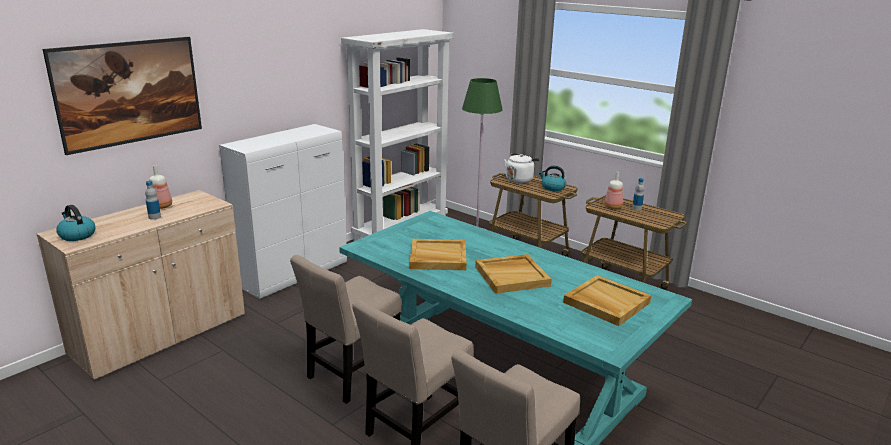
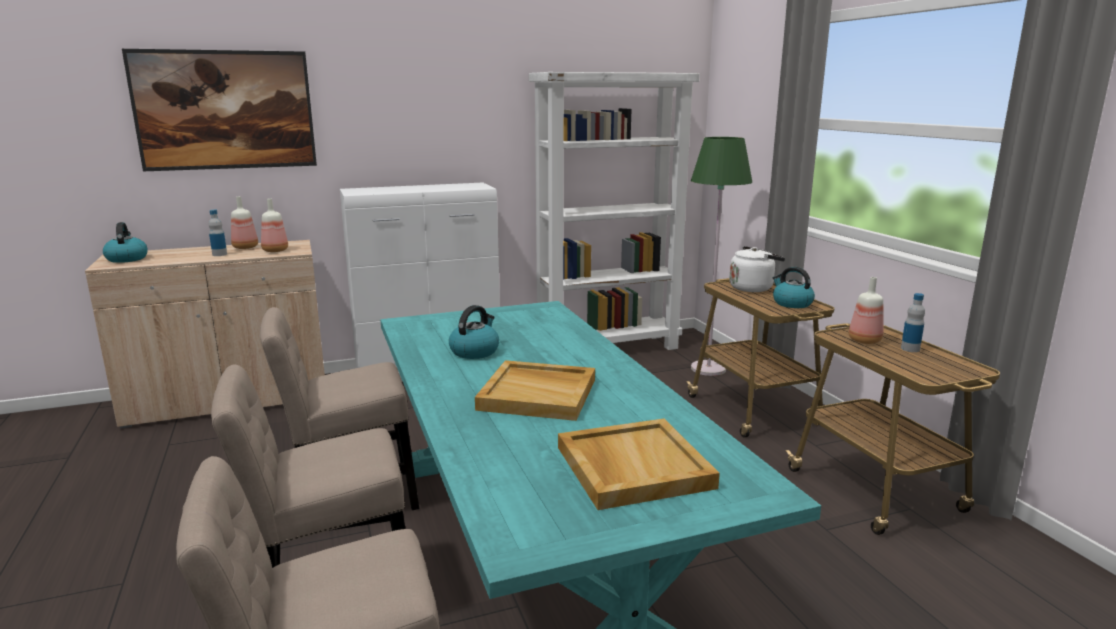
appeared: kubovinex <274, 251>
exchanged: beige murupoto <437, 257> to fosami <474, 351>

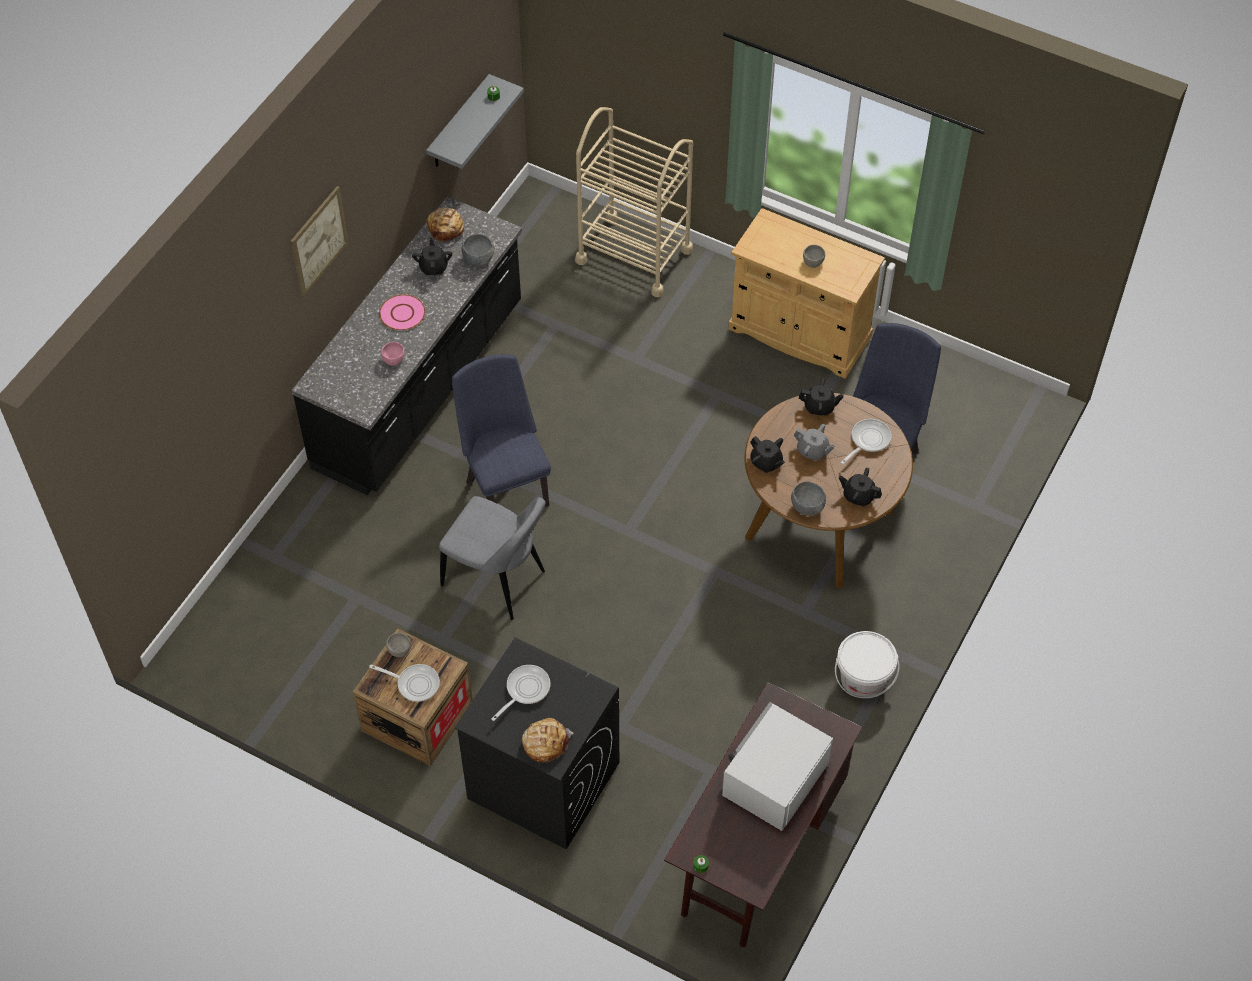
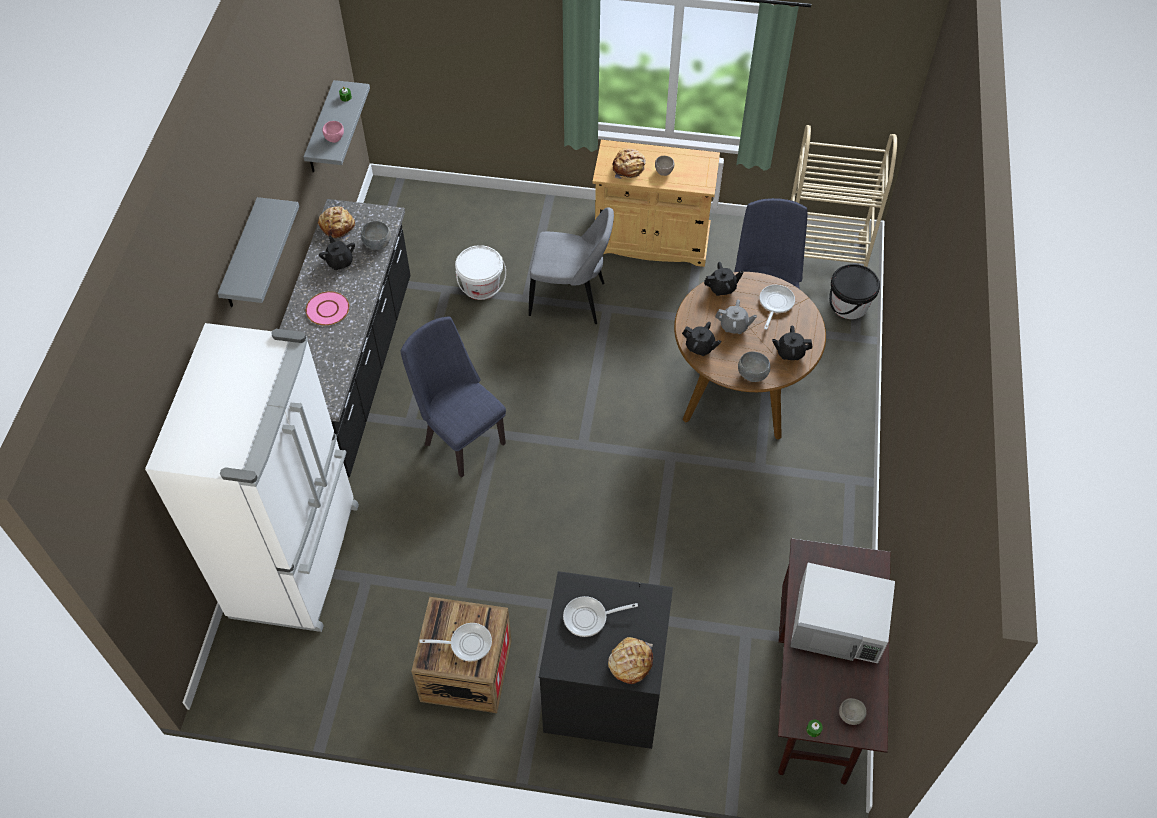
appeared: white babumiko <298, 560>; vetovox <629, 168>; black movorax <849, 305>
relocated: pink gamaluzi <393, 359> to <334, 138>; grey gamaluzi <399, 650> to <850, 715>; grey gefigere <497, 580> to <571, 300>; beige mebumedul <634, 255> to <823, 254>; white movorax <863, 678> to <481, 286>
exchanged: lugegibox <319, 241> to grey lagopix <241, 256>
spun: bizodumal <525, 690> = <589, 618> 120 degrees counterclockwise; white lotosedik <774, 779> = <838, 624> 90 degrees counterclockwise

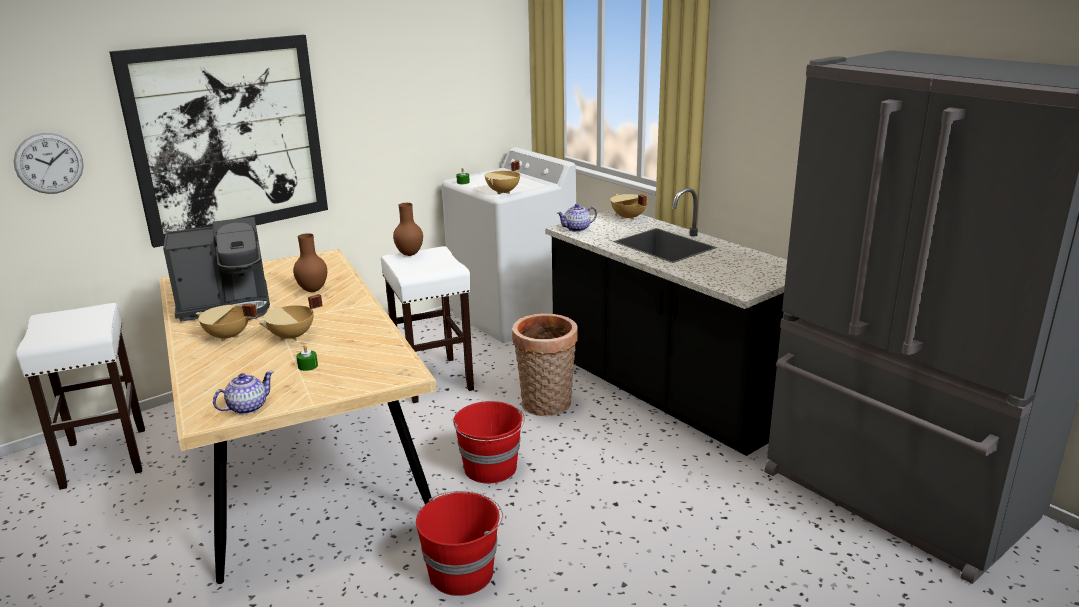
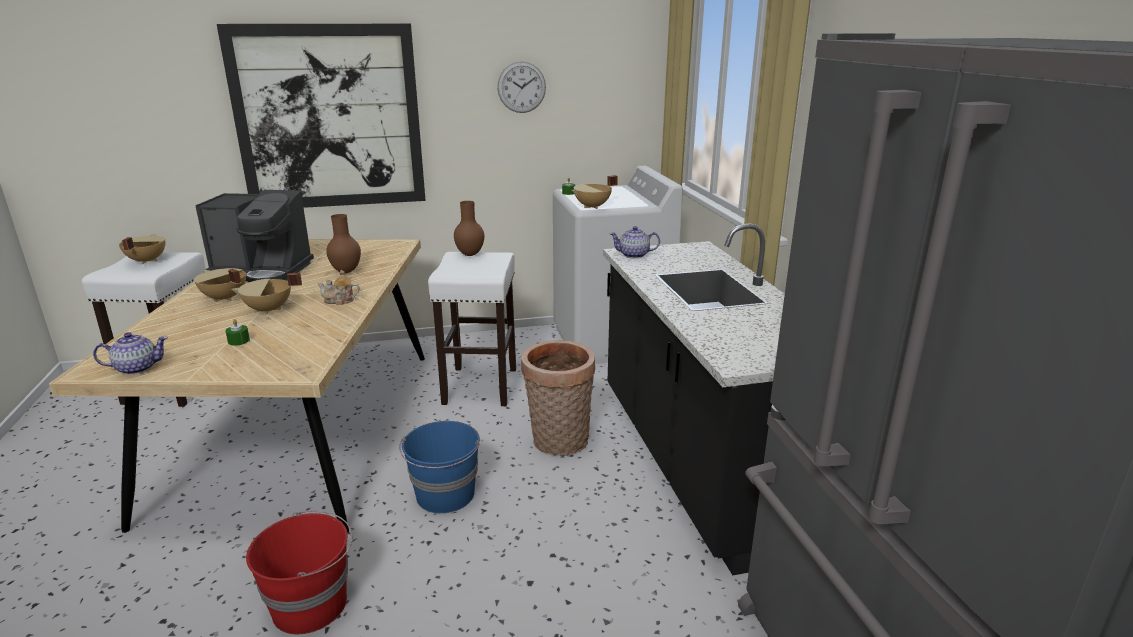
appeared: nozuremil <340, 301>
relocated: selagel <49, 163> to <521, 87>; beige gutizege <628, 217> to <146, 261>
colour: red movorax <491, 468> to blue movorax <445, 495>

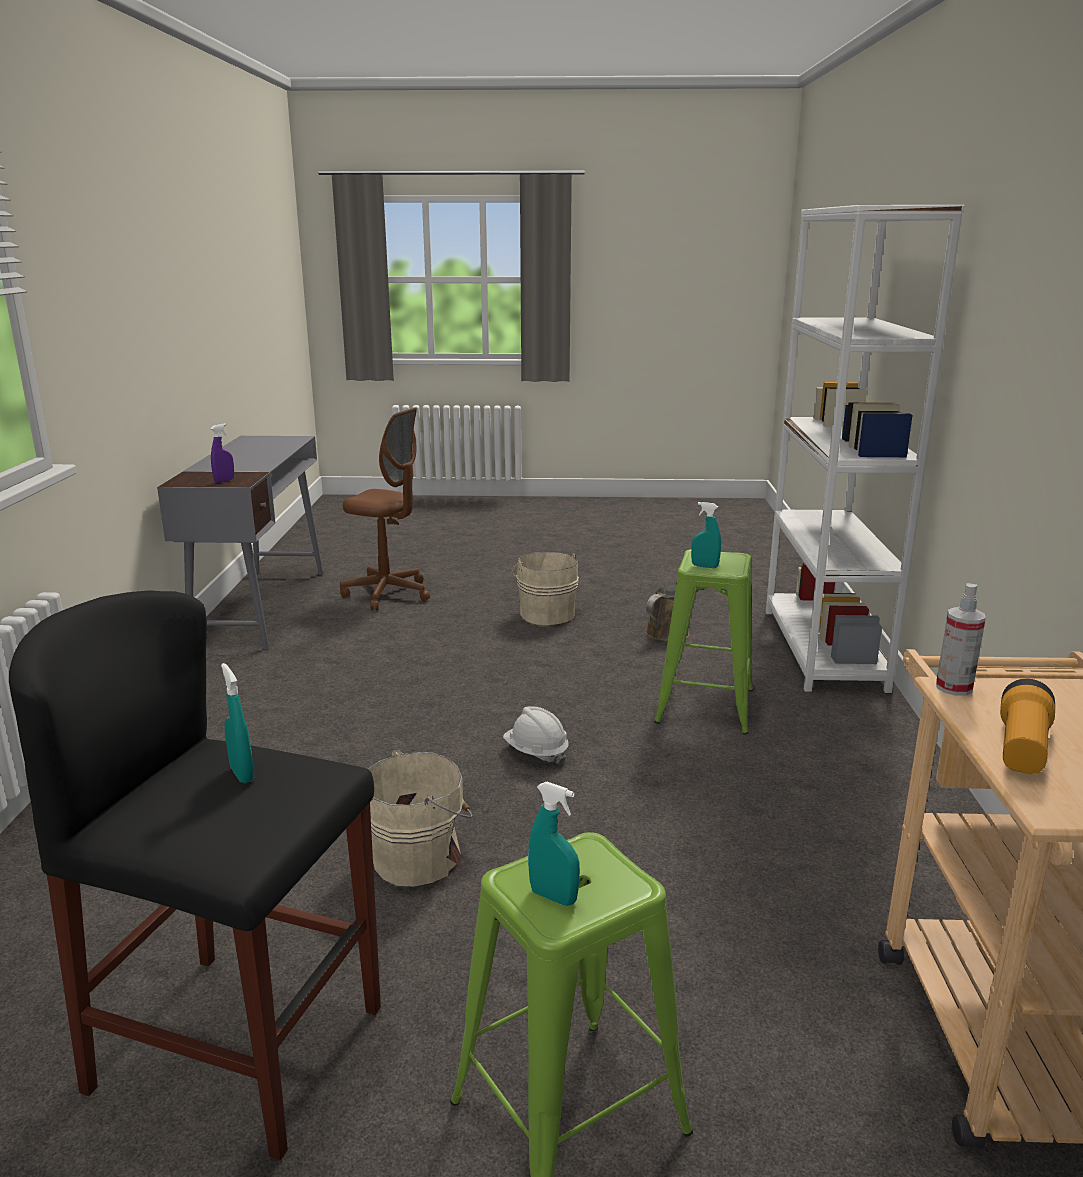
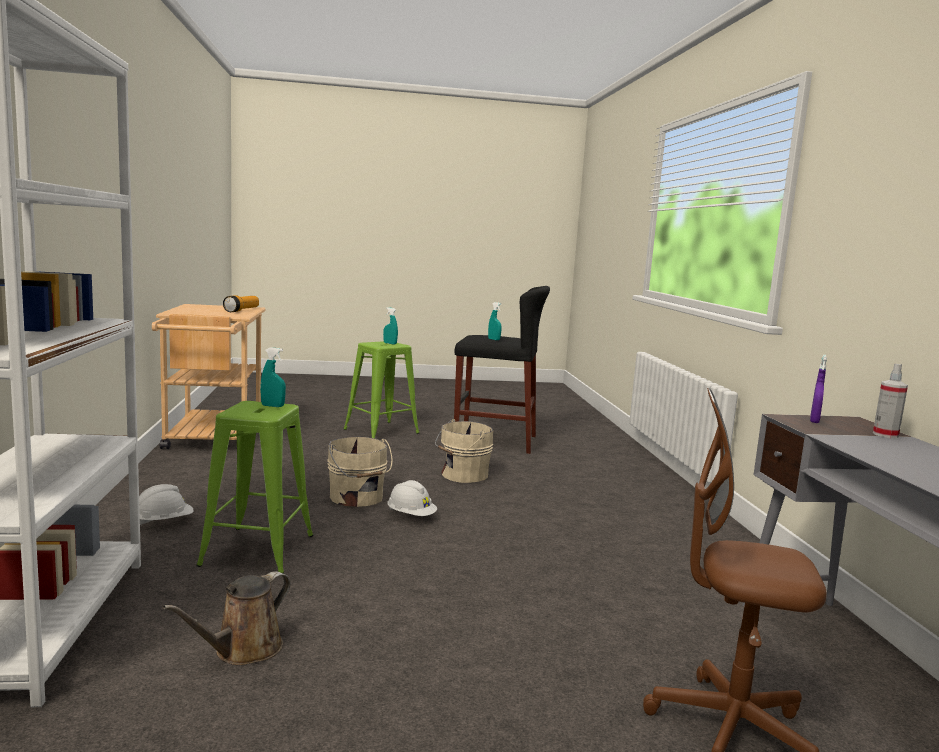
appeared: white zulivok <163, 522>
relocated: beige movorax <546, 613> to <357, 498>; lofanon <953, 688> to <885, 435>

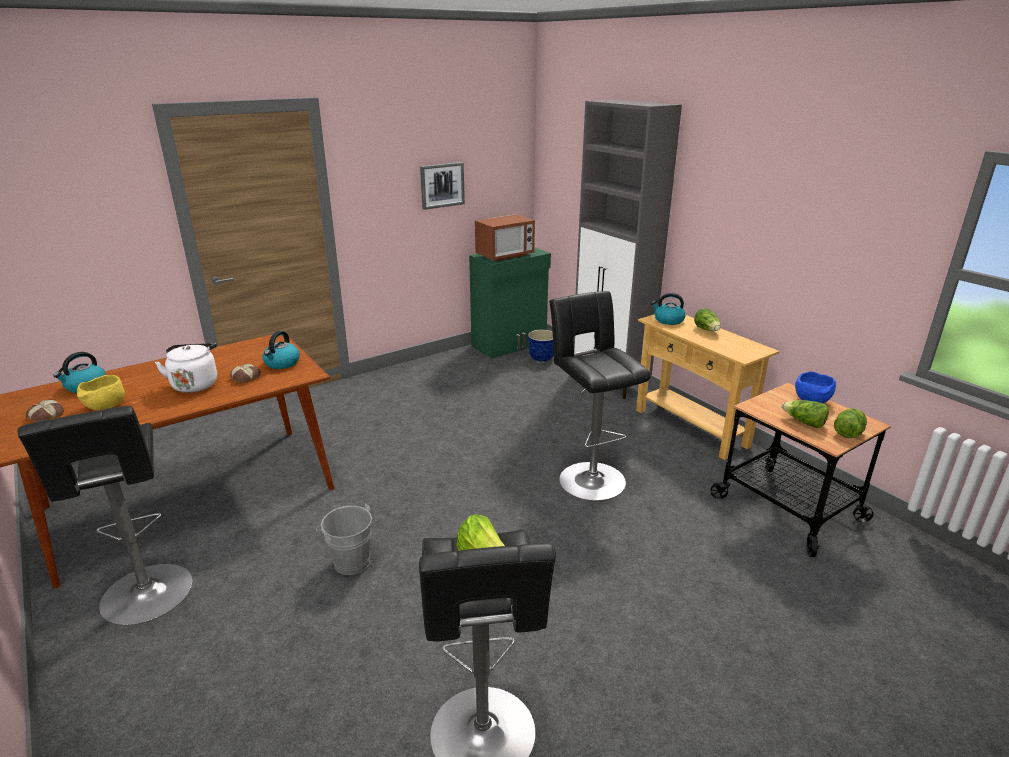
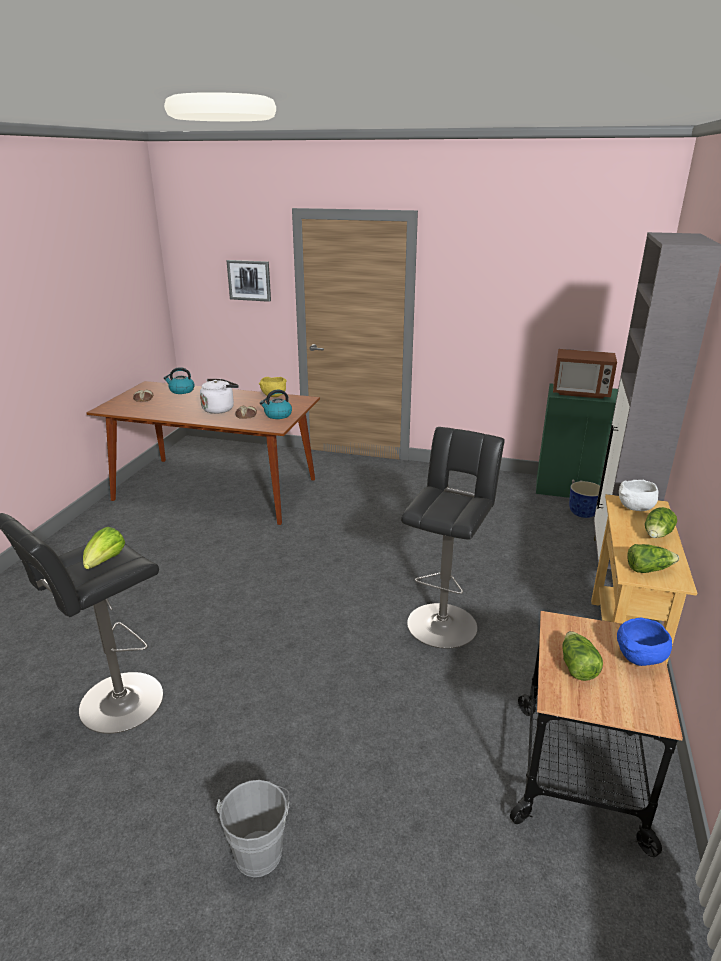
missing: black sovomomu <147, 597>
relocated: yellow gamaluzi <106, 407> to <273, 396>; grey movorax <349, 560> to <259, 848>; lugegibox <442, 185> to <249, 280>; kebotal <848, 431> to <648, 569>
exchanged: fosami <668, 320> to white gamaluzi <634, 508>

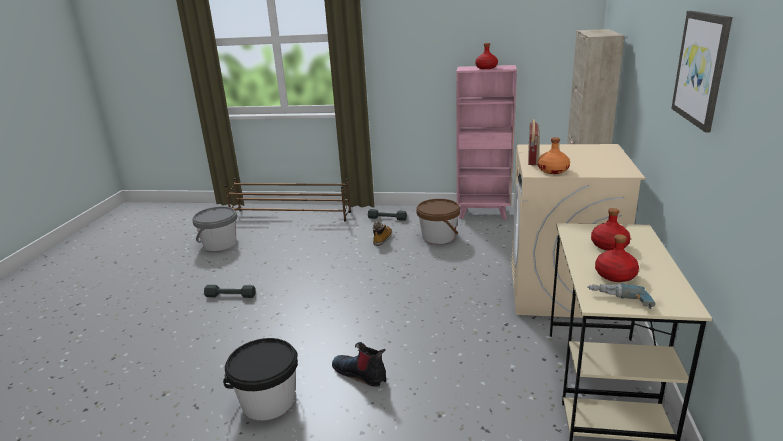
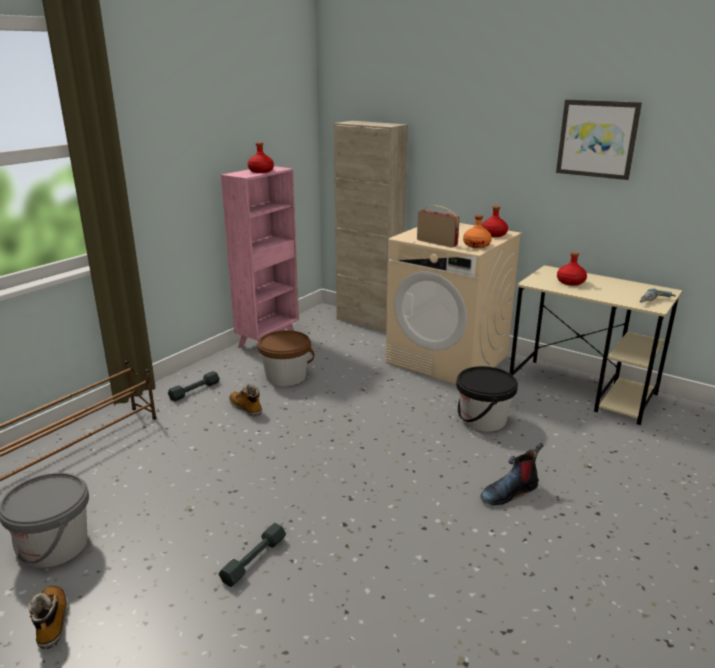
appeared: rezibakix <52, 622>
relocated: black movorax <268, 401> to <483, 419>; red kubovinex <615, 275> to <494, 235>

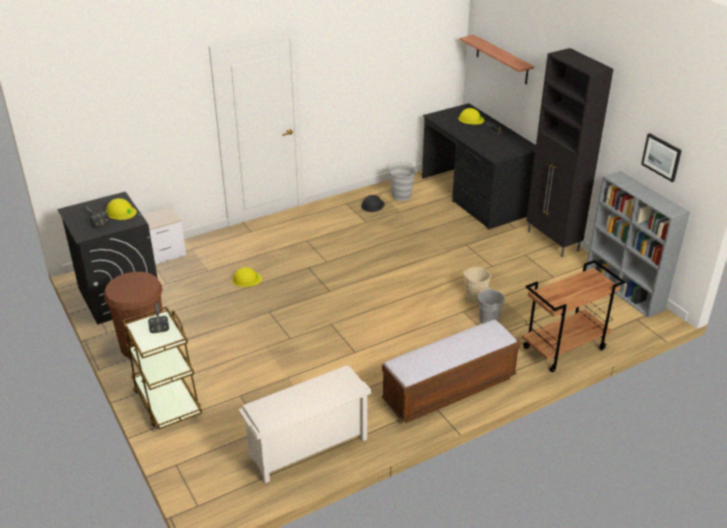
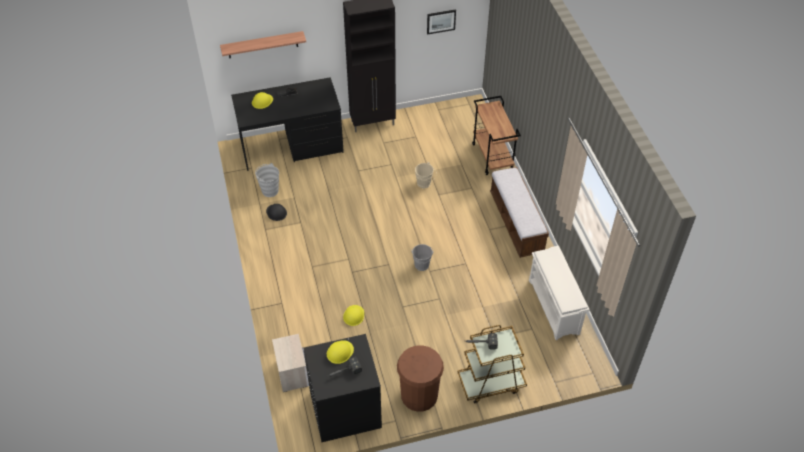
missing: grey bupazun <624, 290>
relocated: grey movorax <491, 319> to <422, 263>

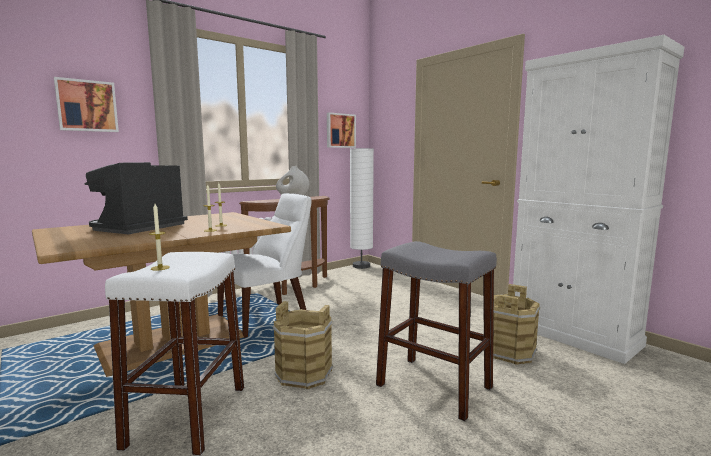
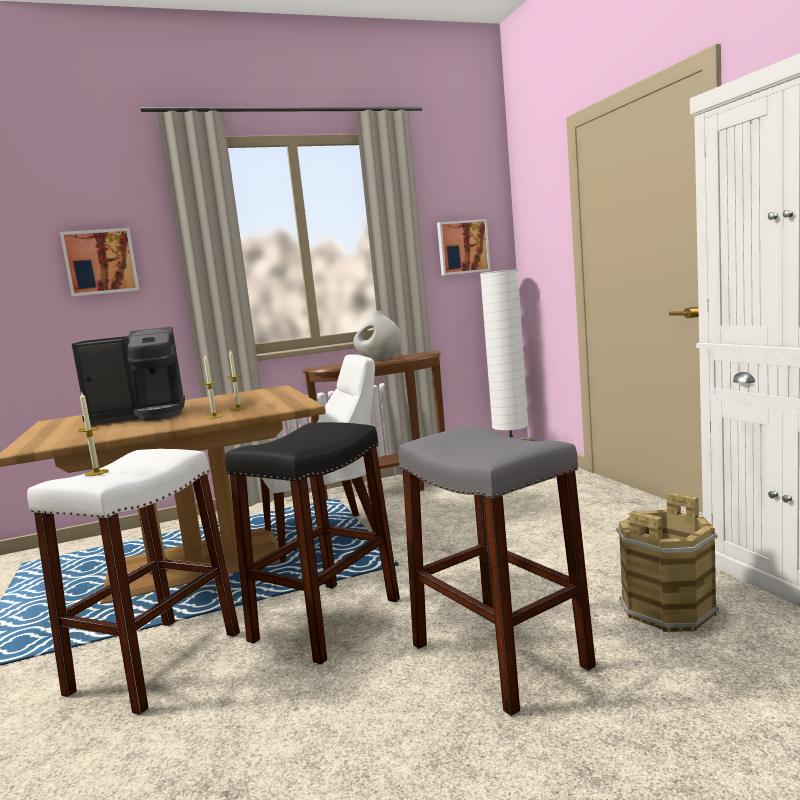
exchanged: brown movorax <304, 373> to black sovomomu <326, 619>
spun: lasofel <138, 228> = <141, 416> 150 degrees counterclockwise

